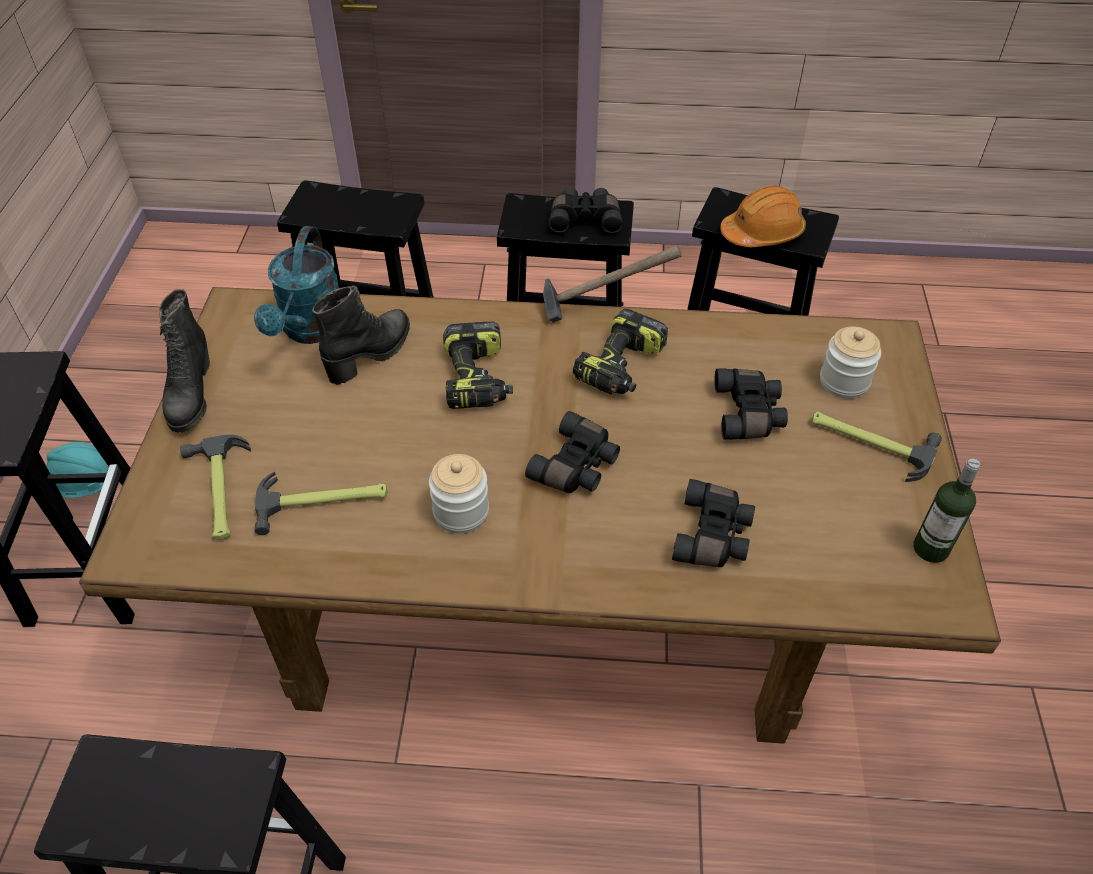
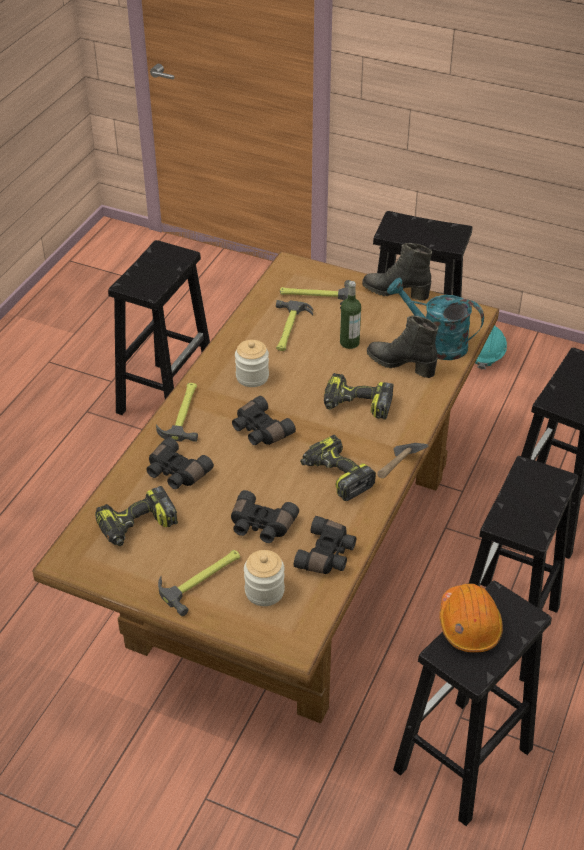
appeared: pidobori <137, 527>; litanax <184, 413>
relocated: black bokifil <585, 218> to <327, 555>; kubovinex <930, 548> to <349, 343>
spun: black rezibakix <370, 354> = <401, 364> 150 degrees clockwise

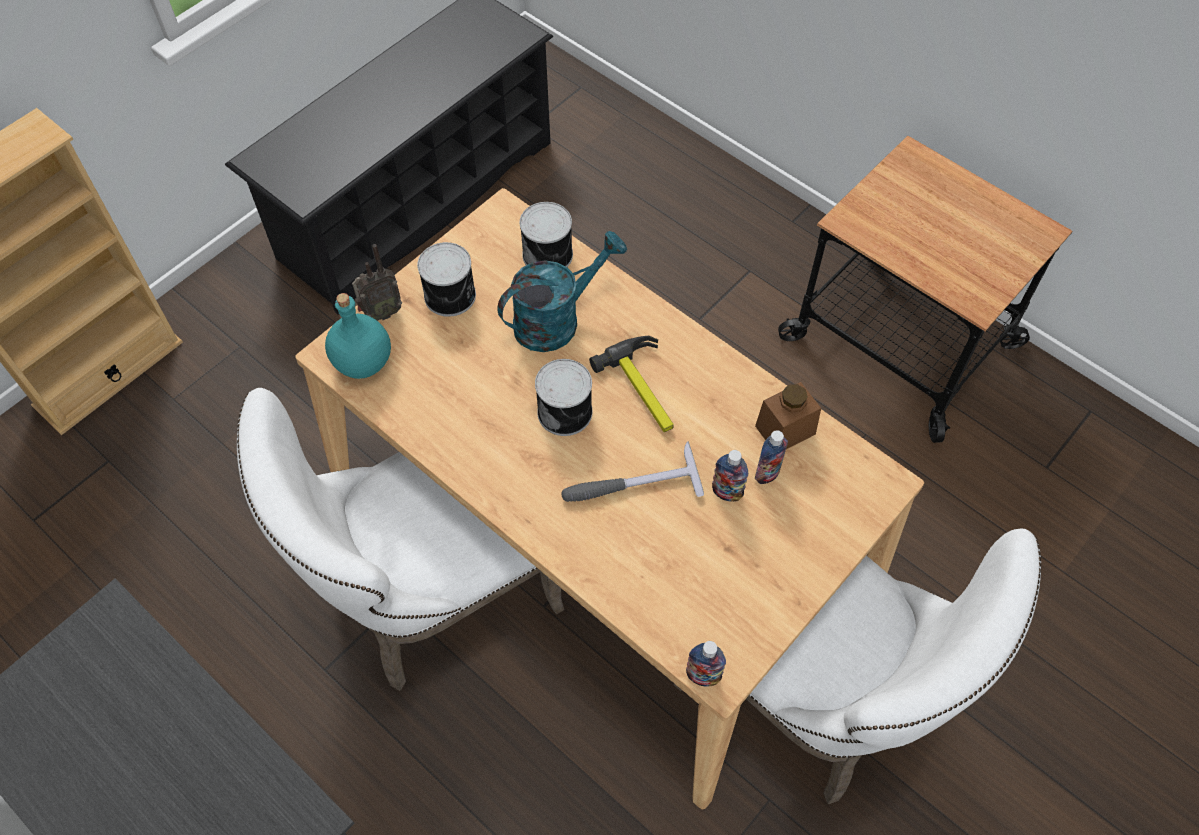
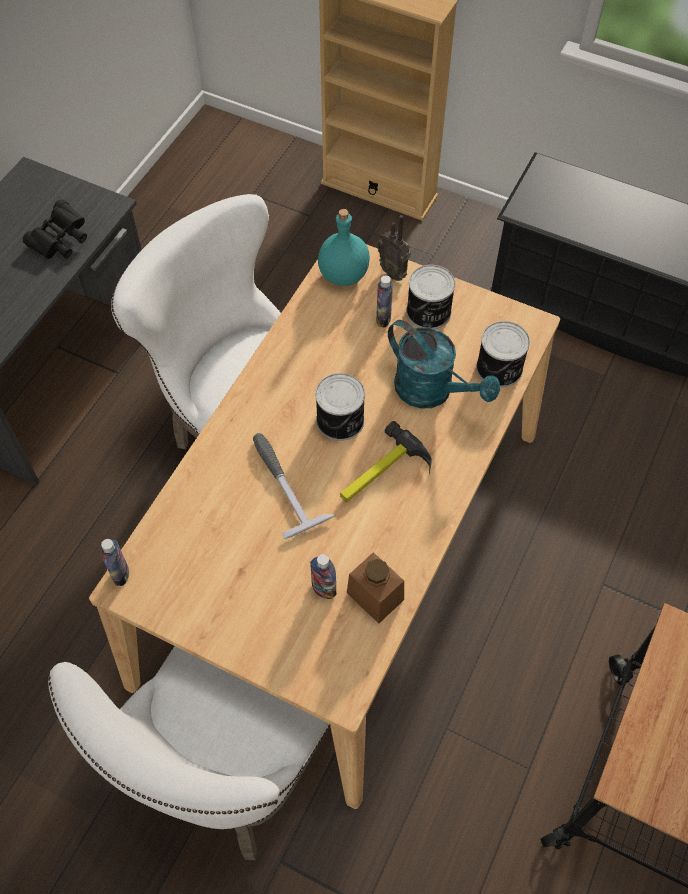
appeared: black bokifil <60, 241>
relocated: kubovinex <727, 492> to <383, 318>

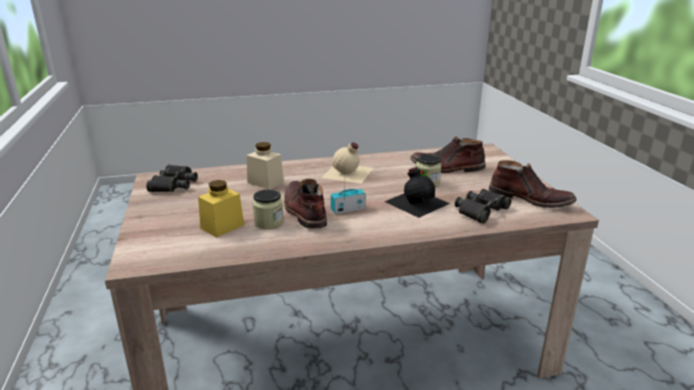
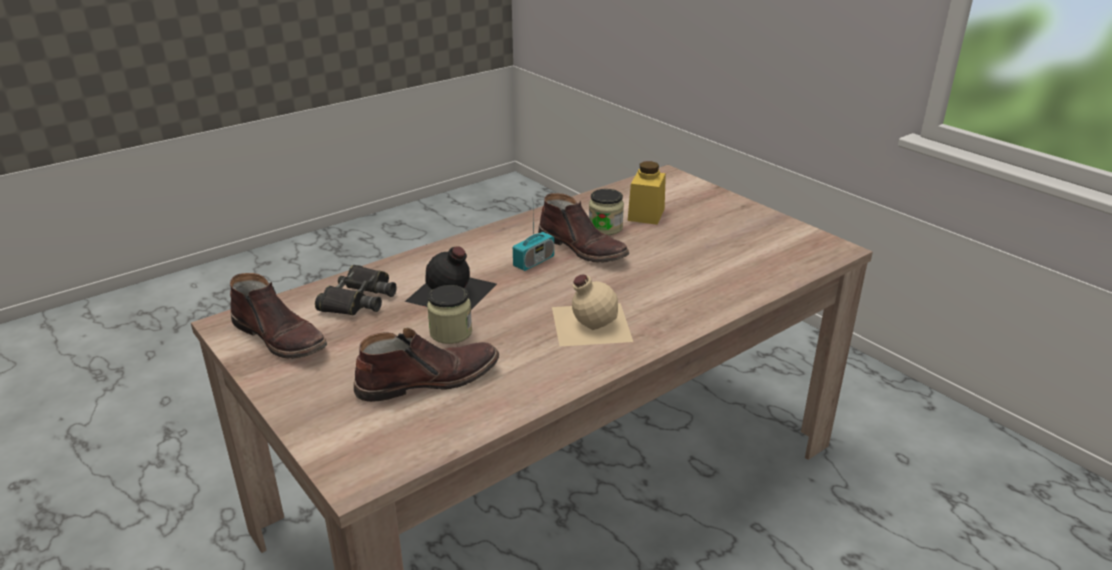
missing: black bokifil <173, 184>; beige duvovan <265, 182>
spun: brown rezibakix <530, 199> = <281, 337> 150 degrees counterclockwise

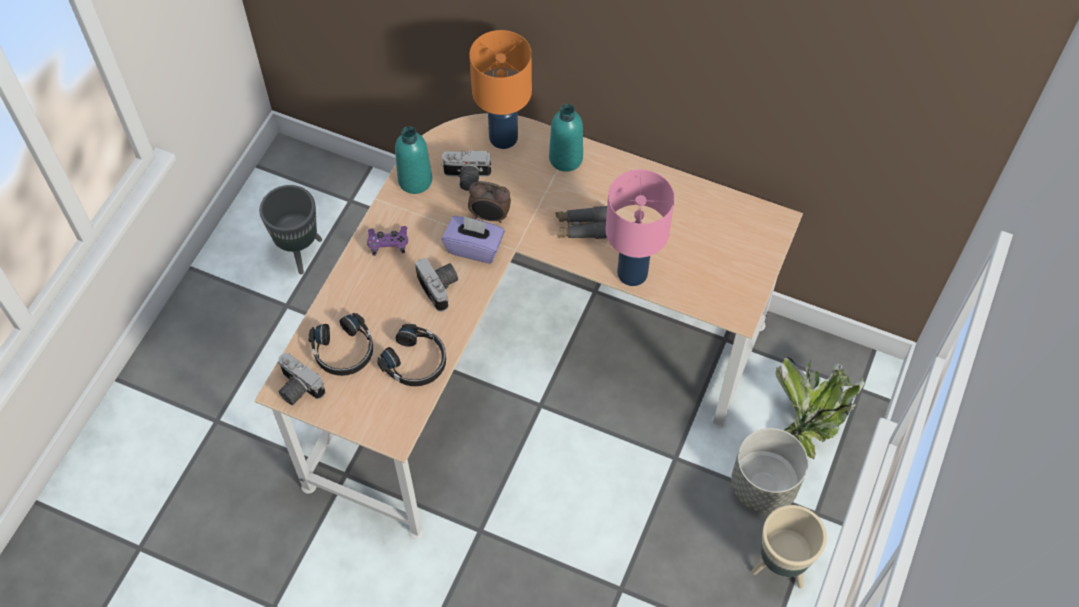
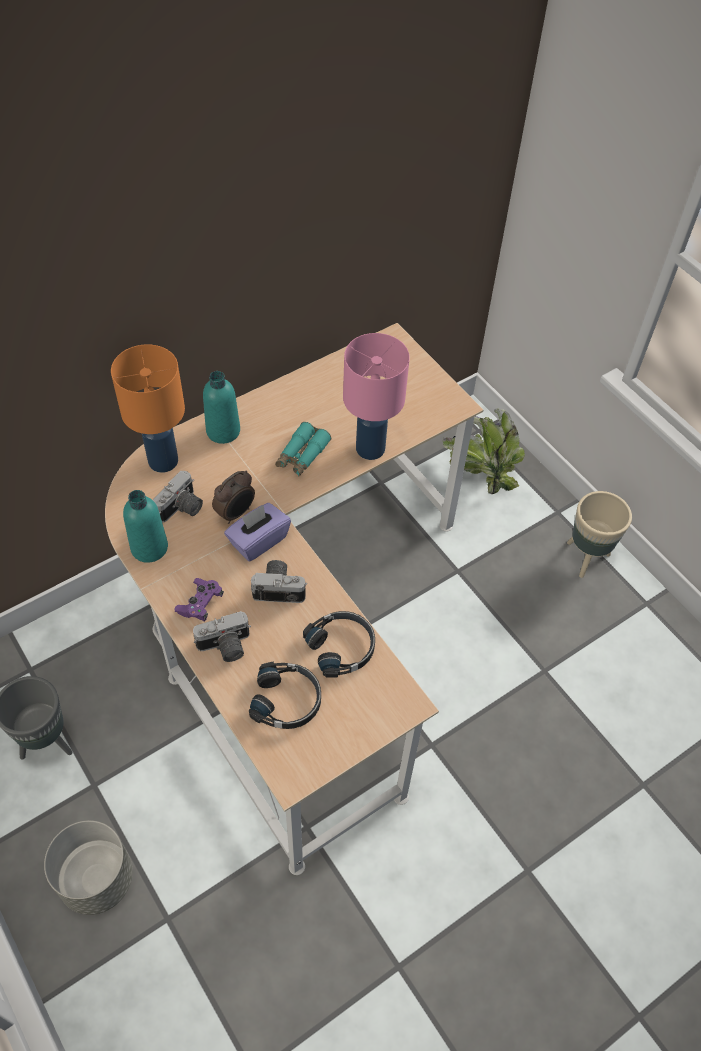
relocated: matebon <297, 389> to <225, 647>; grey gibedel <763, 484> to <96, 879>
colour: grey bokifil <585, 227> to turquoise bokifil <302, 455>

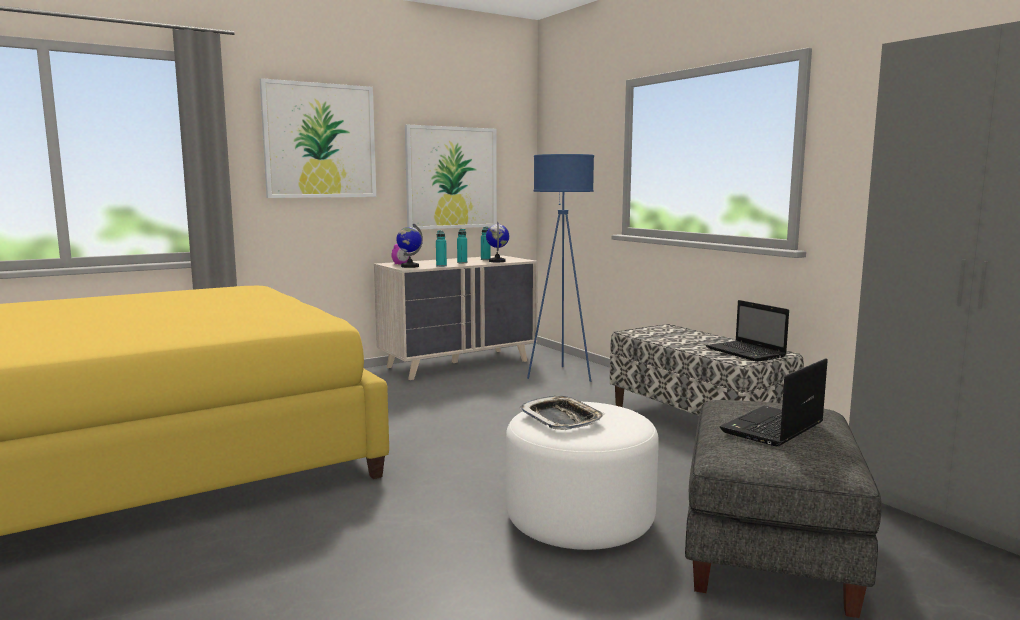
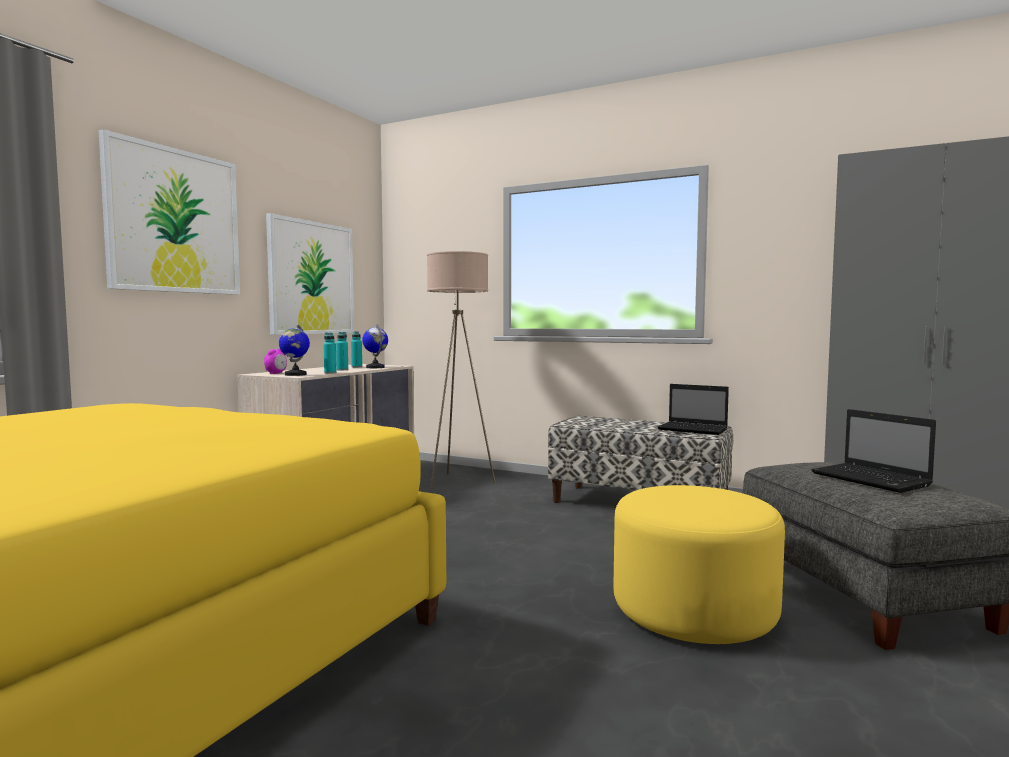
missing: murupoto <561, 419>
colour: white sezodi <580, 518> to yellow sezodi <694, 610>; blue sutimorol <560, 375> to beige sutimorol <458, 481>
spun: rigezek <772, 429> = <872, 480> 45 degrees counterclockwise

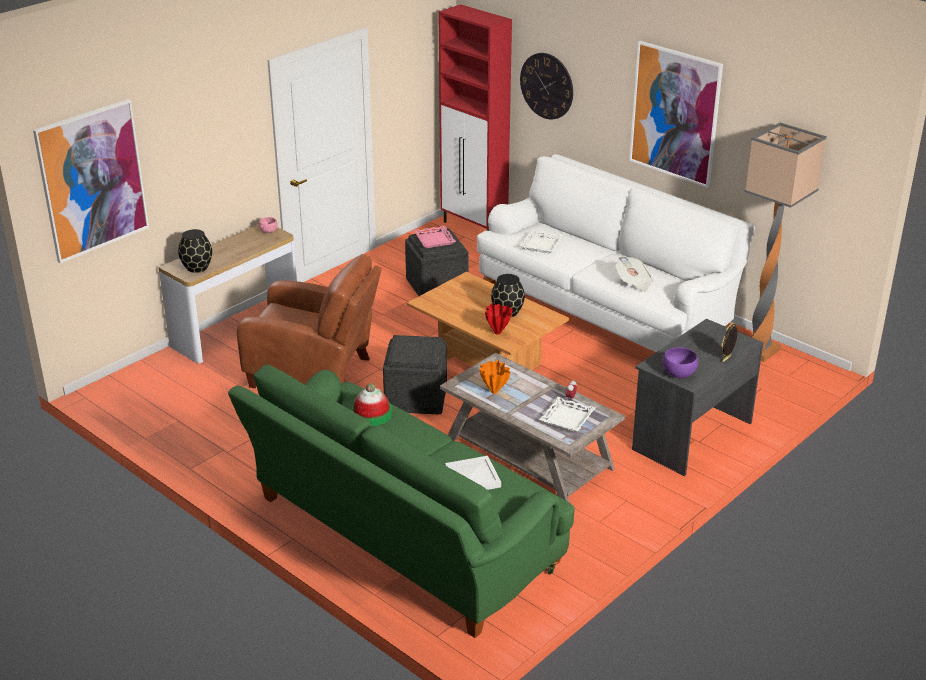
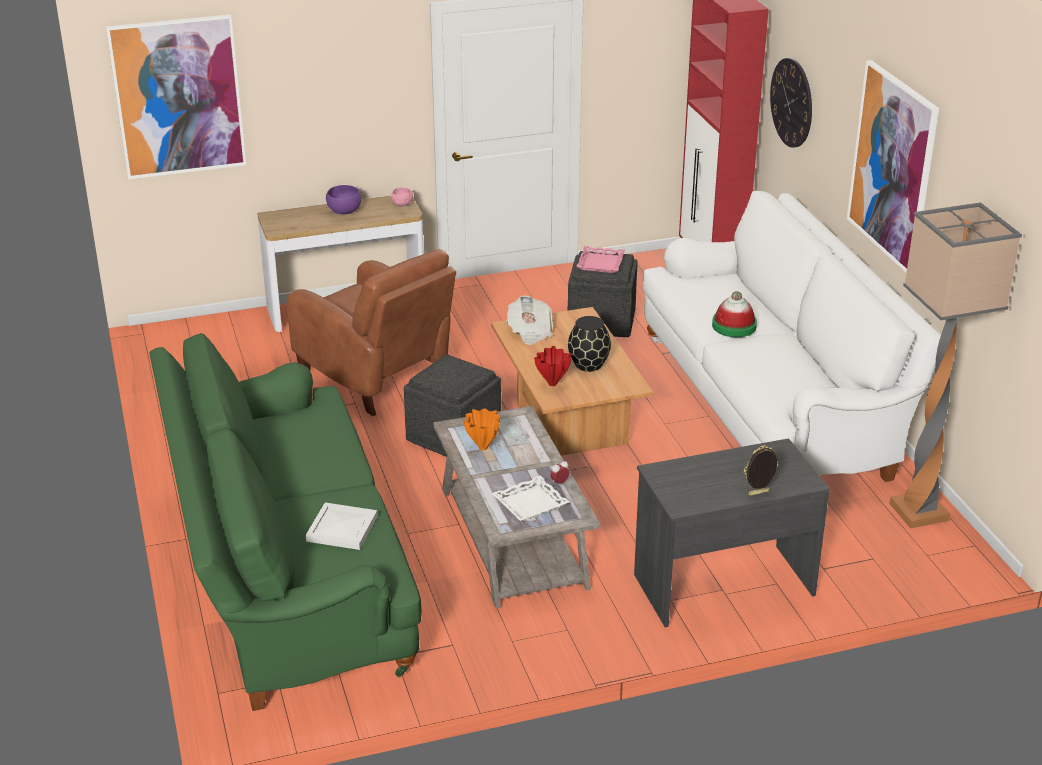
missing: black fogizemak <197, 267>; white murupoto <540, 244>
relocated: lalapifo <371, 414> to <734, 326>; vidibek <633, 283> to <530, 332>; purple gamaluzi <678, 373> to <344, 210>

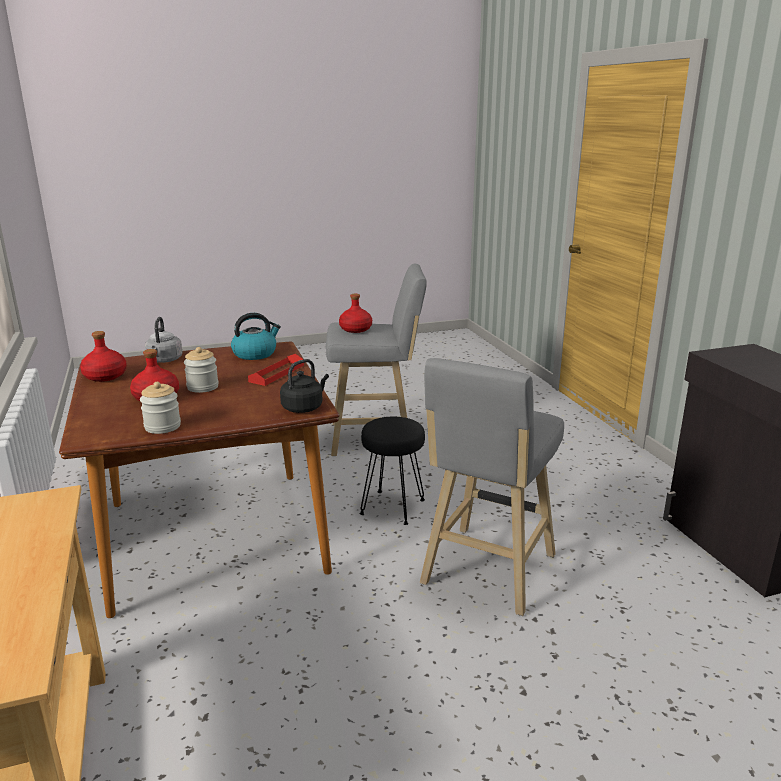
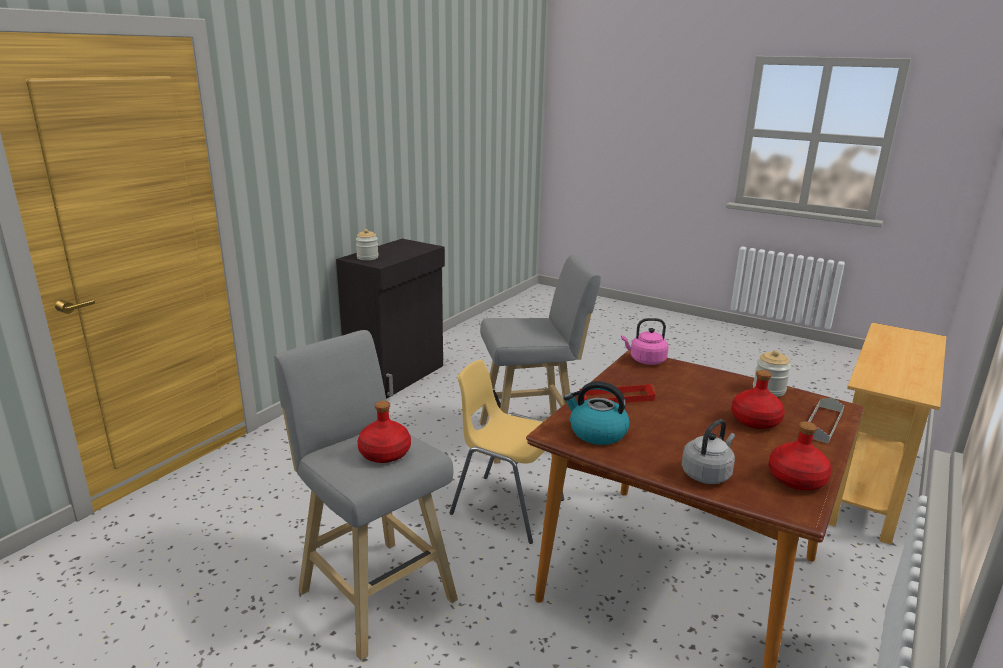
appeared: grey murupoto <823, 423>
relocated: duvovan <203, 387> to <367, 257>
exchanged: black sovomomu <393, 507> to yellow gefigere <506, 507>
colour: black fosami <304, 407> to pink fosami <645, 360>

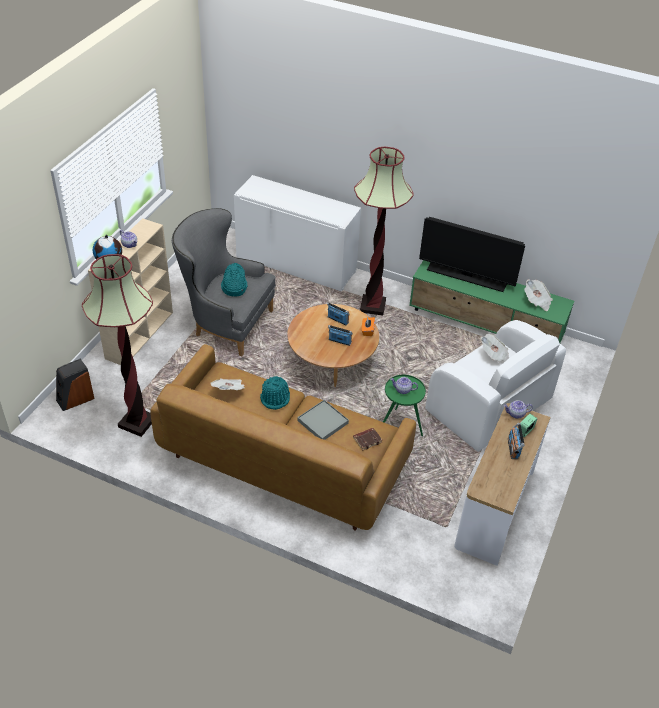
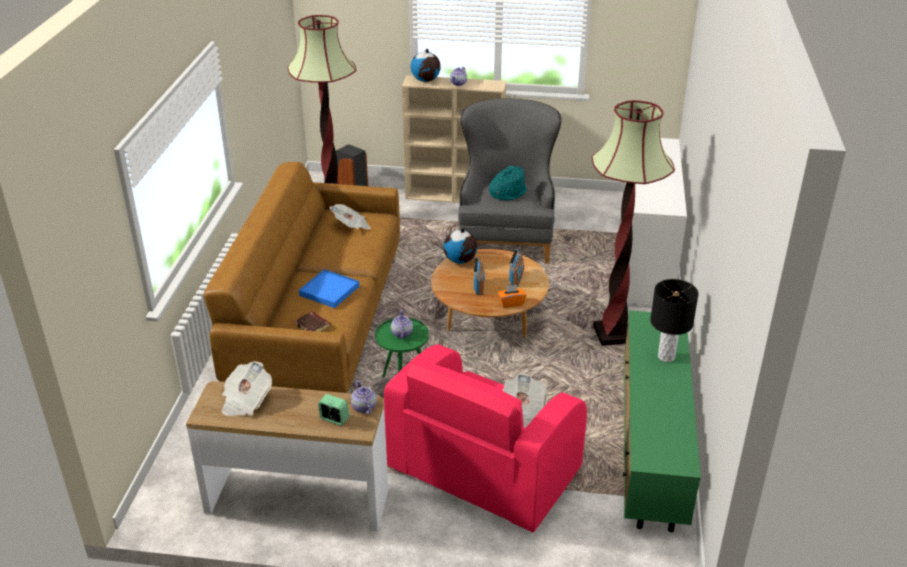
missing: turquoise lalapifo <275, 398>; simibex <513, 448>
appeared: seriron <460, 260>
relocated: vidibek <537, 301> to <246, 401>
exchanged: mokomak <466, 277> to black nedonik <666, 357>
colour: grey murupoto <322, 422> to blue murupoto <329, 291>; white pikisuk <488, 407> to pink pikisuk <483, 470>

